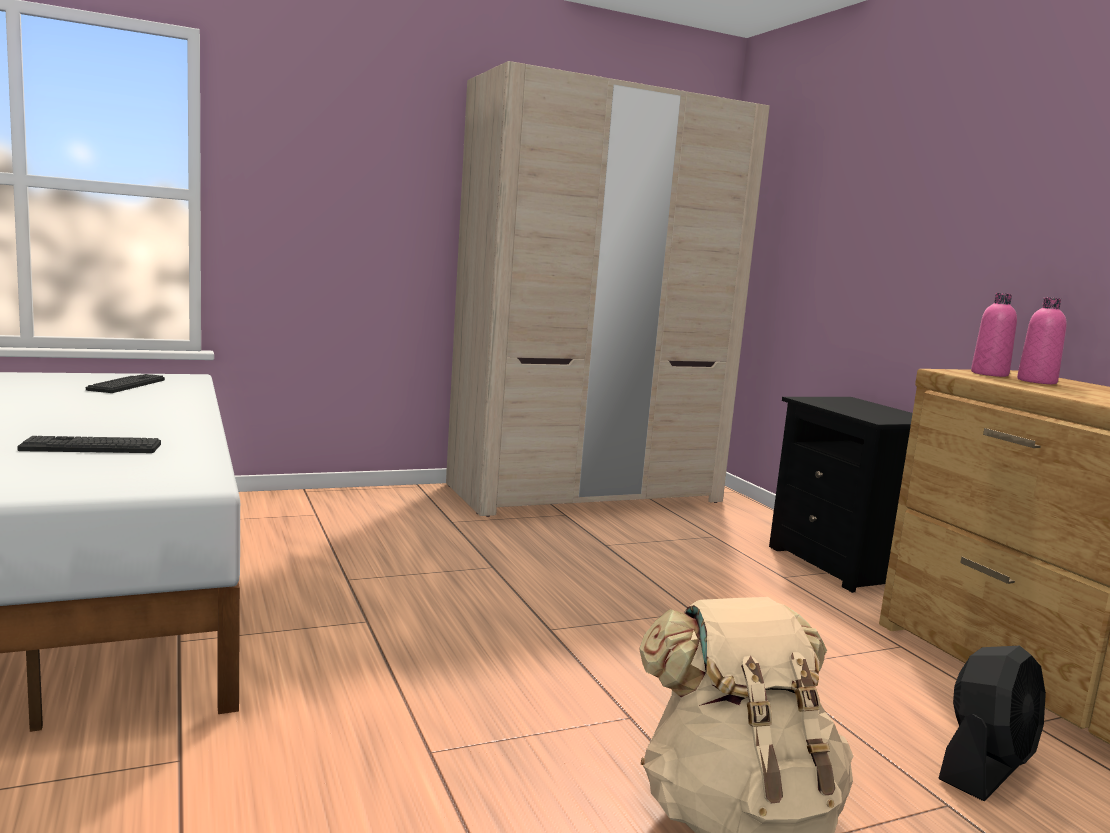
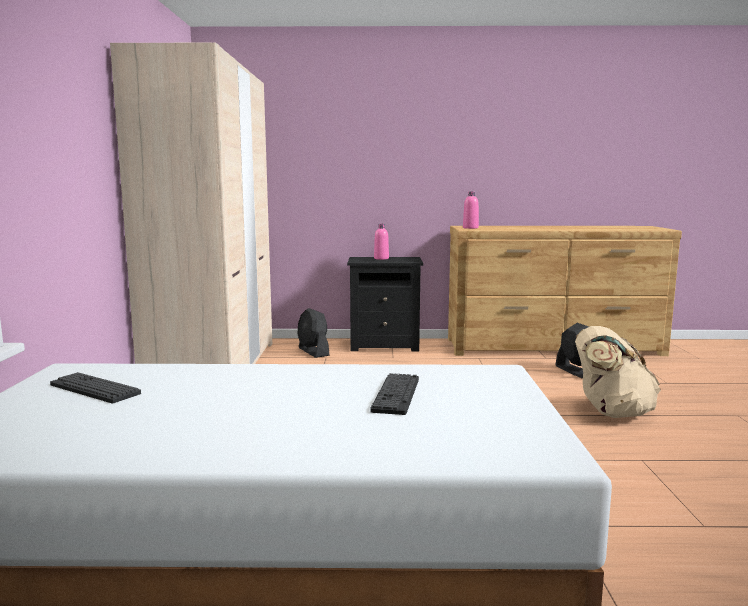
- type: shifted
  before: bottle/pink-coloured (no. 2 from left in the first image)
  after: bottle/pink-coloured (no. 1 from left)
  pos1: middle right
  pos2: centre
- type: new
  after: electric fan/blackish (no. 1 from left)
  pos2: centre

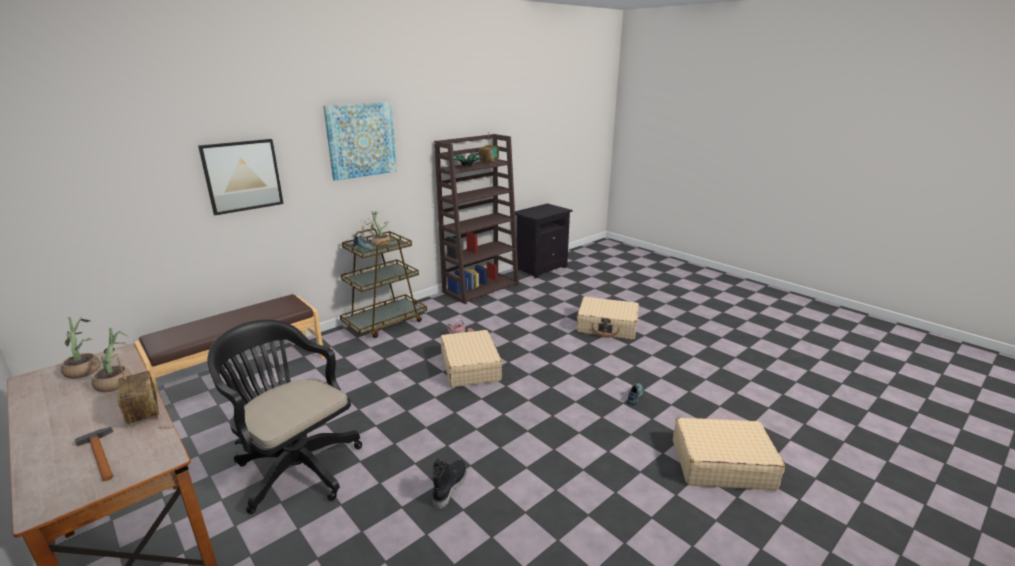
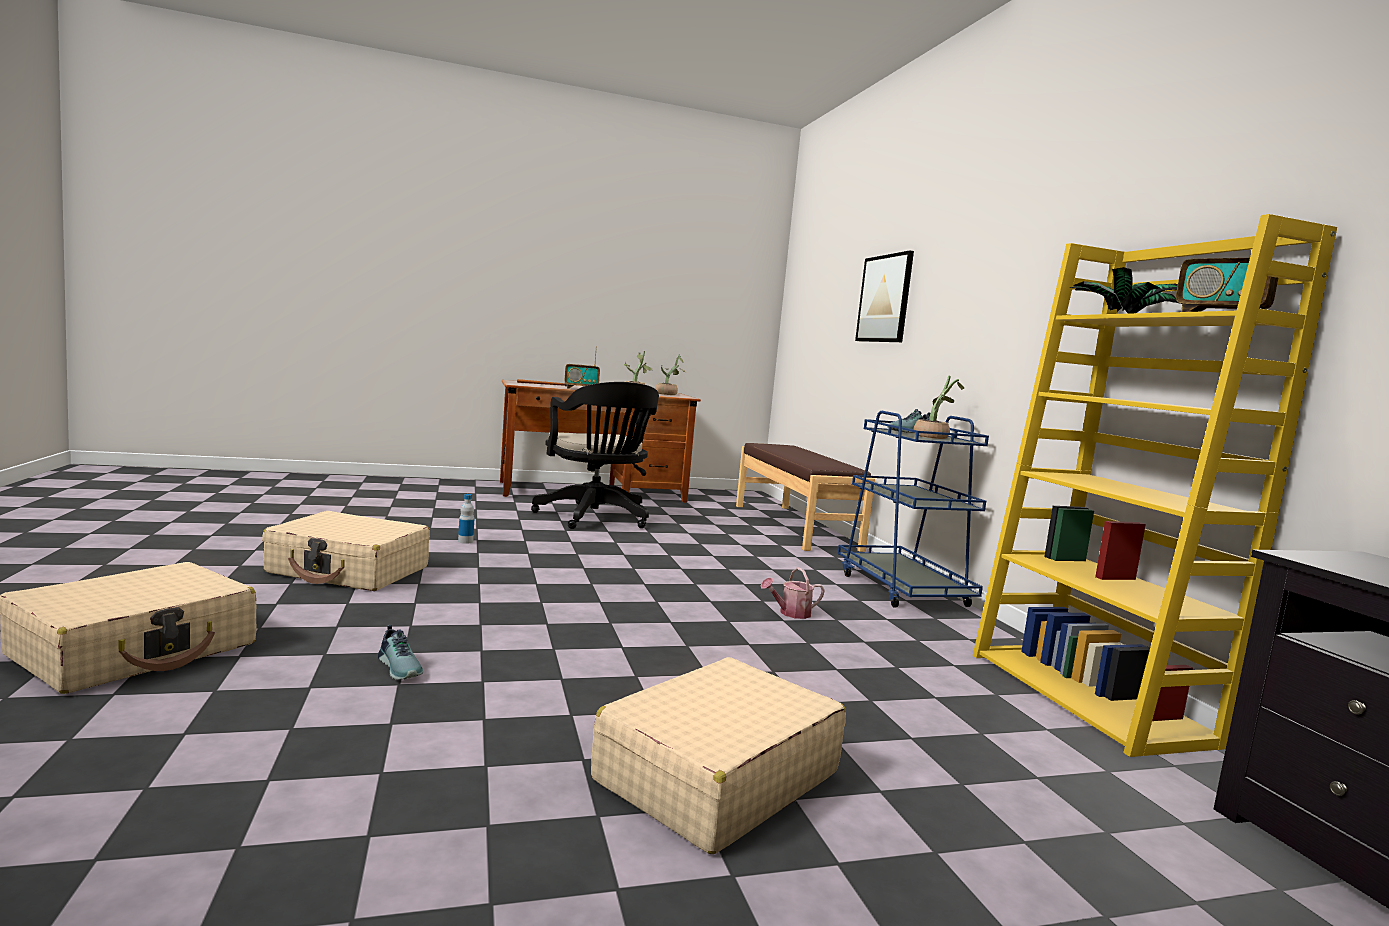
- type: gone
  before: wall picture (no. 2 from left)
  pos1: top centre
- type: repainted
  before: bookshelf/brown
  after: bookshelf/yellow-coloured
  pos1: centre
  pos2: middle right
- type: repainted
  before: wheeled cart/brown
  after: wheeled cart/bluish
  pos1: centre
  pos2: centre
- type: rotated
  before: office chair/blackish
  pos1: bottom left
  pos2: centre
  turn: 90
- type: shifted
  before: suitcase/beige (no. 1 from left in the first image)
  after: suitcase/beige (no. 2 from left)
  pos1: centre
  pos2: middle left
- type: swapped
  before: boot/blackish
  after: bottle
  pos1: bottom centre
  pos2: centre

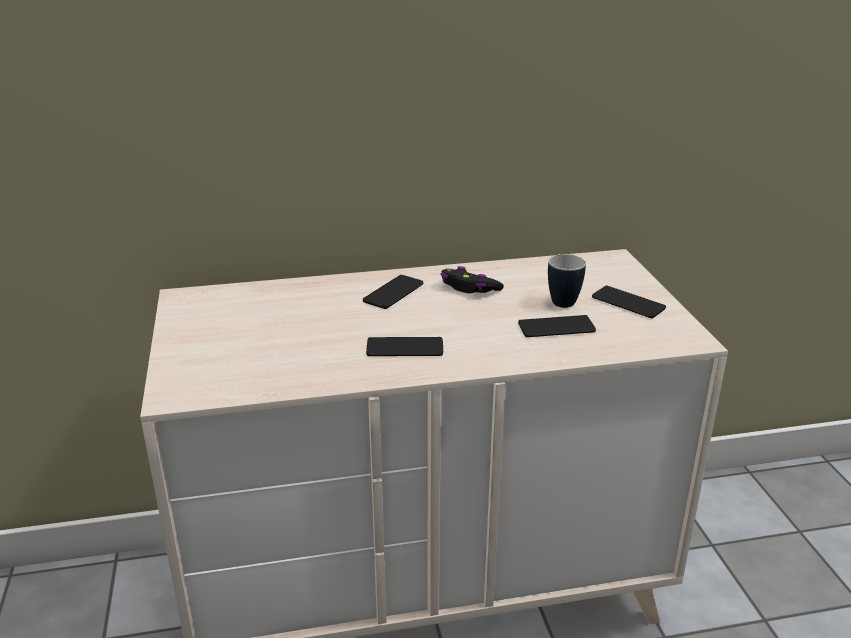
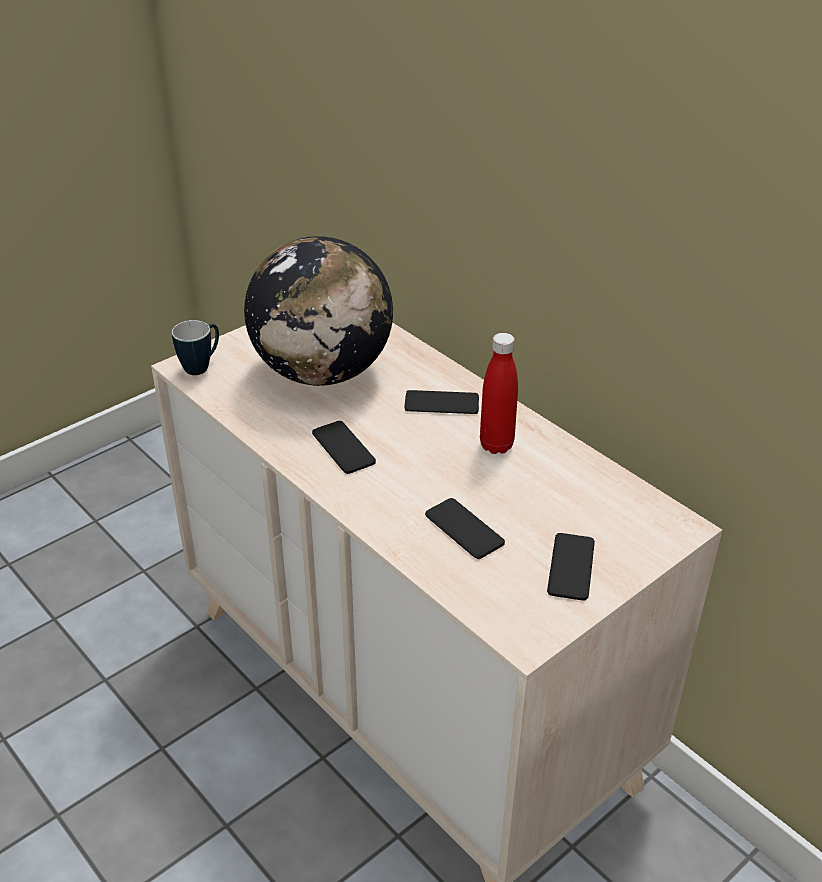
- type: shifted
  before: tea mug
  pos1: centre
  pos2: middle left
- type: swapped
  before: joypad/blackish
  after: bottle/reddish
  pos1: centre
  pos2: centre
- type: new
  after: globe
  pos2: centre

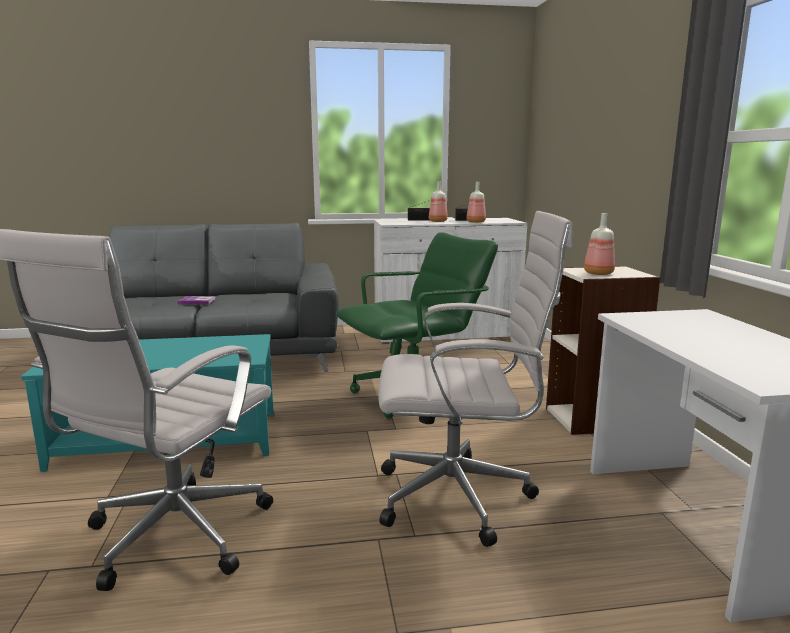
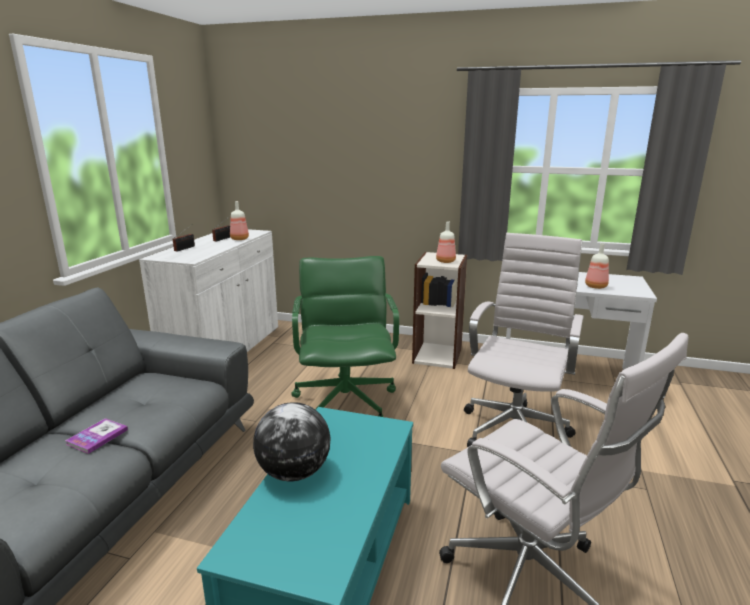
- type: shifted
  before: bottle (no. 1 from left in the first image)
  after: bottle (no. 3 from left)
  pos1: top centre
  pos2: middle right
- type: new
  after: globe
  pos2: bottom centre

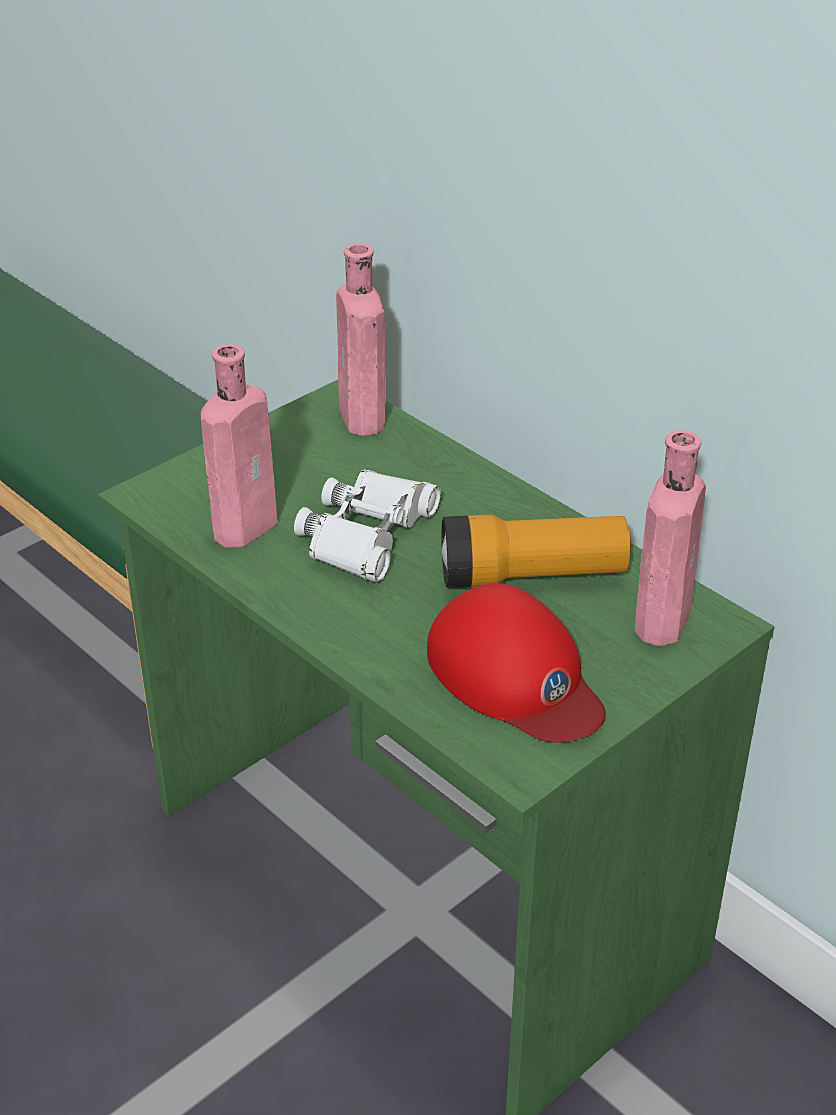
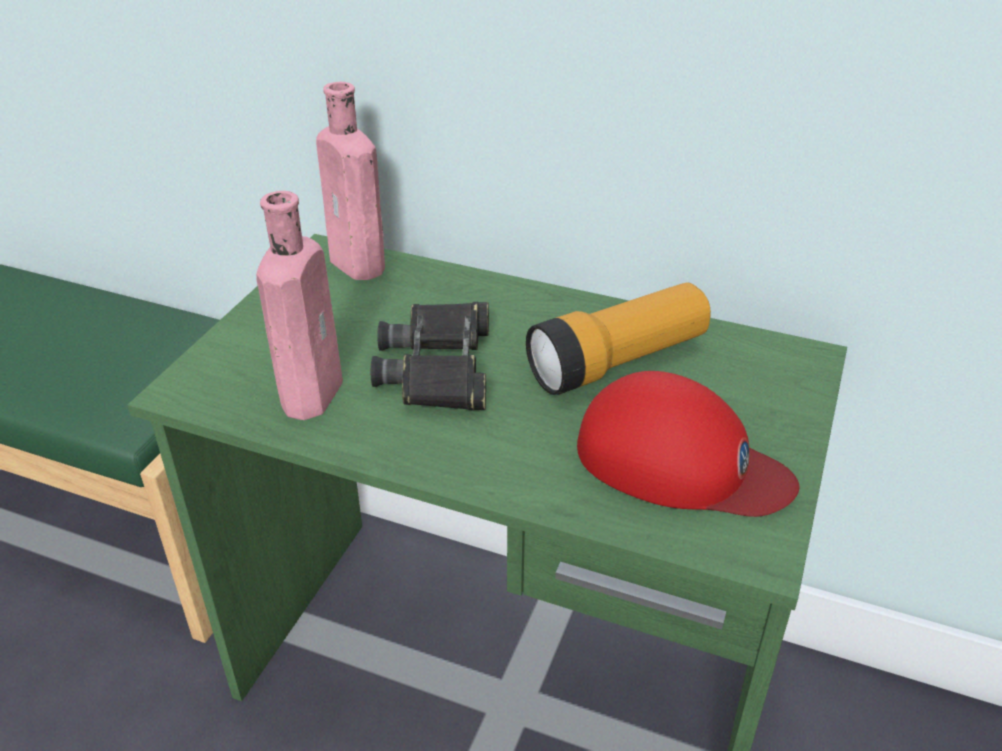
- type: gone
  before: bottle/pink-coloured (no. 3 from left)
  pos1: middle right
- type: repainted
  before: field glasses/whitish
  after: field glasses/blackish
  pos1: centre
  pos2: centre

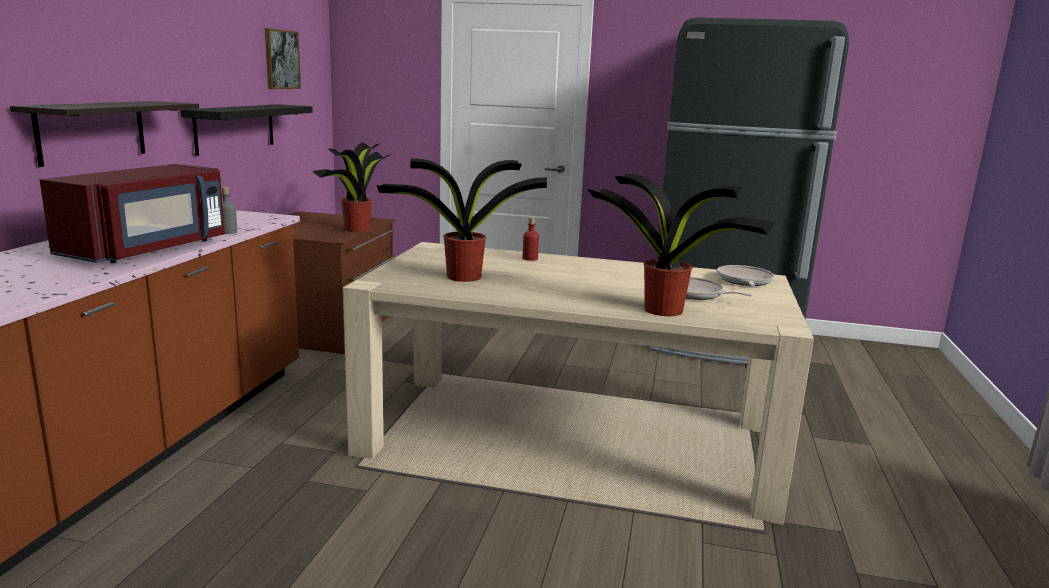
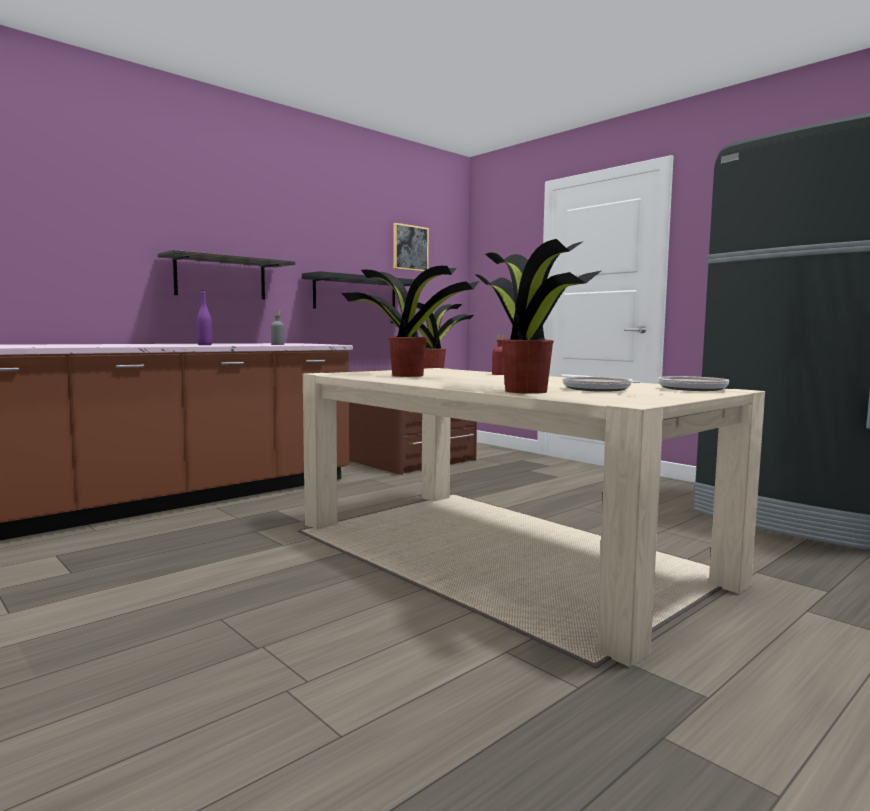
- type: swapped
  before: microwave/reddish
  after: bottle/purple
  pos1: middle left
  pos2: middle left

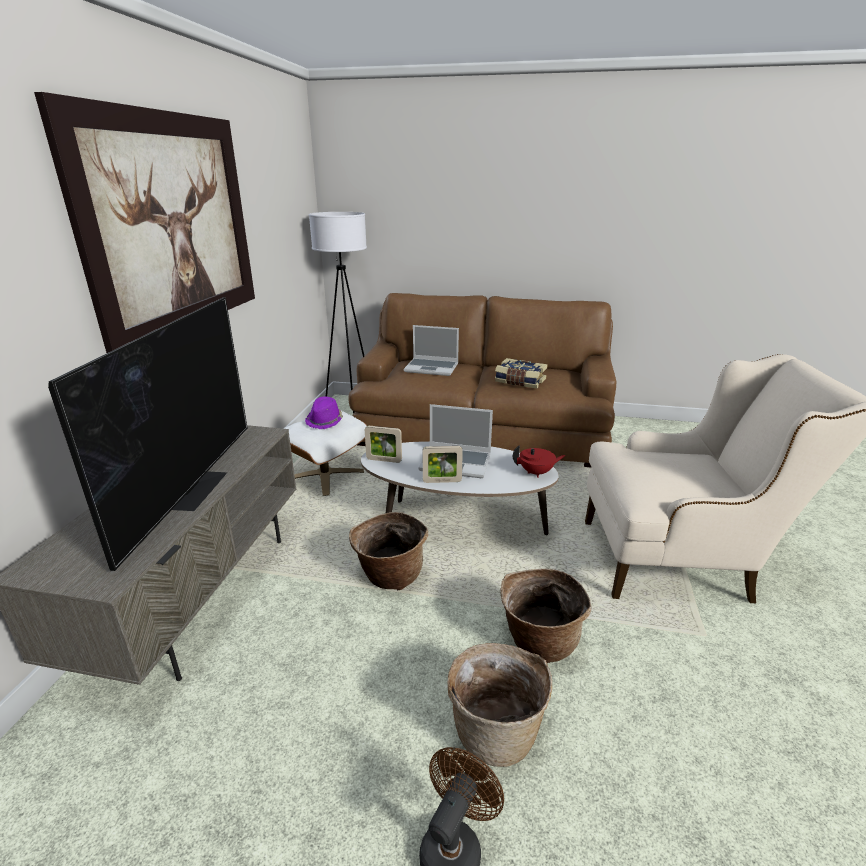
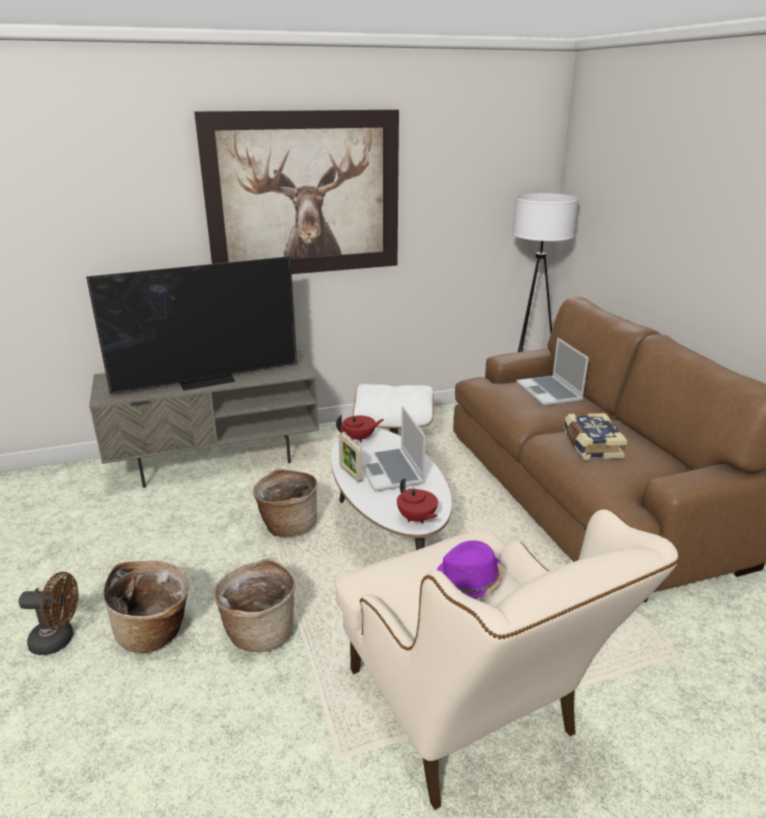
- type: shifted
  before: clothing hat/purple
  pos1: centre
  pos2: bottom centre
- type: swapped
  before: standing frame (no. 1 from left)
  after: teapot/reddish (no. 1 from left)
  pos1: centre
  pos2: centre

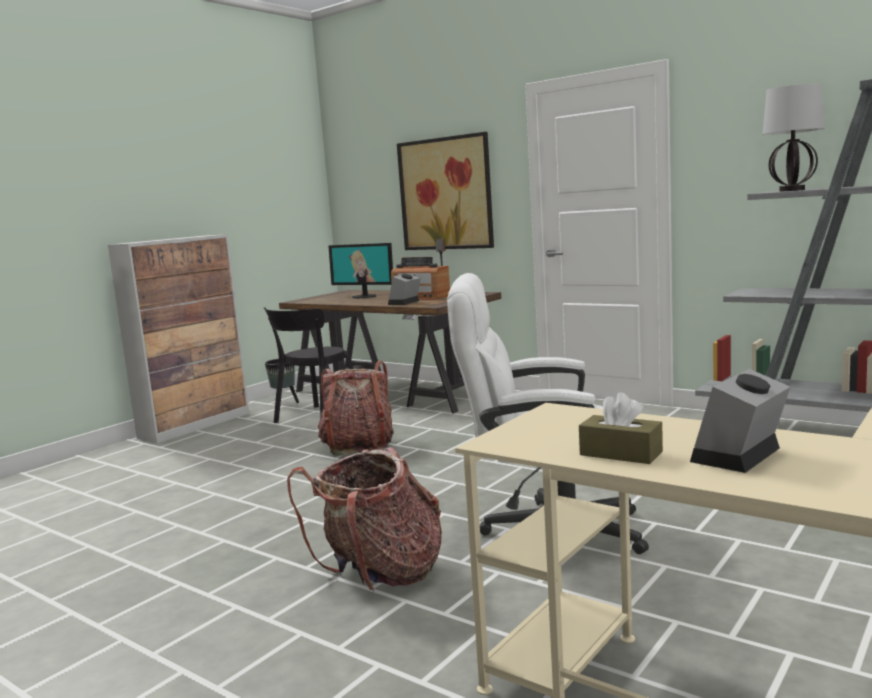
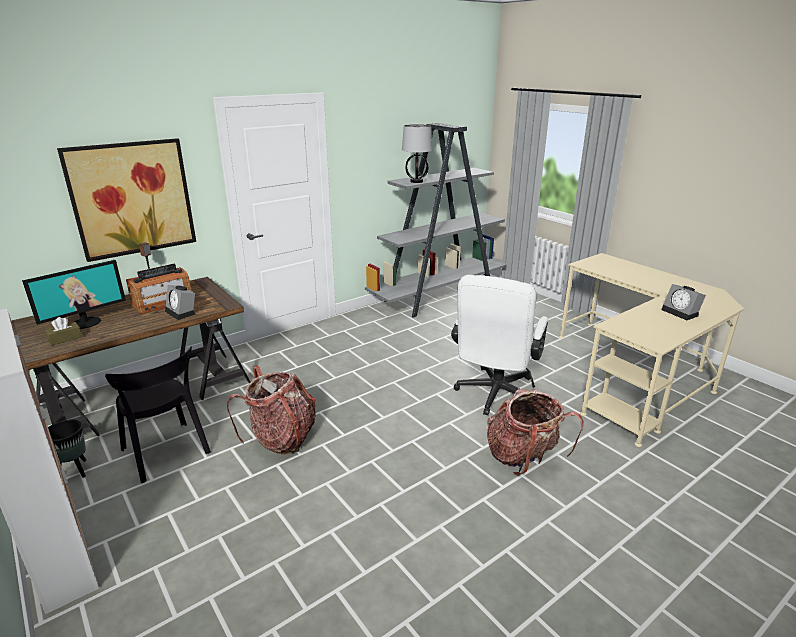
- type: shifted
  before: tissue box/brown
  pos1: middle right
  pos2: middle left

